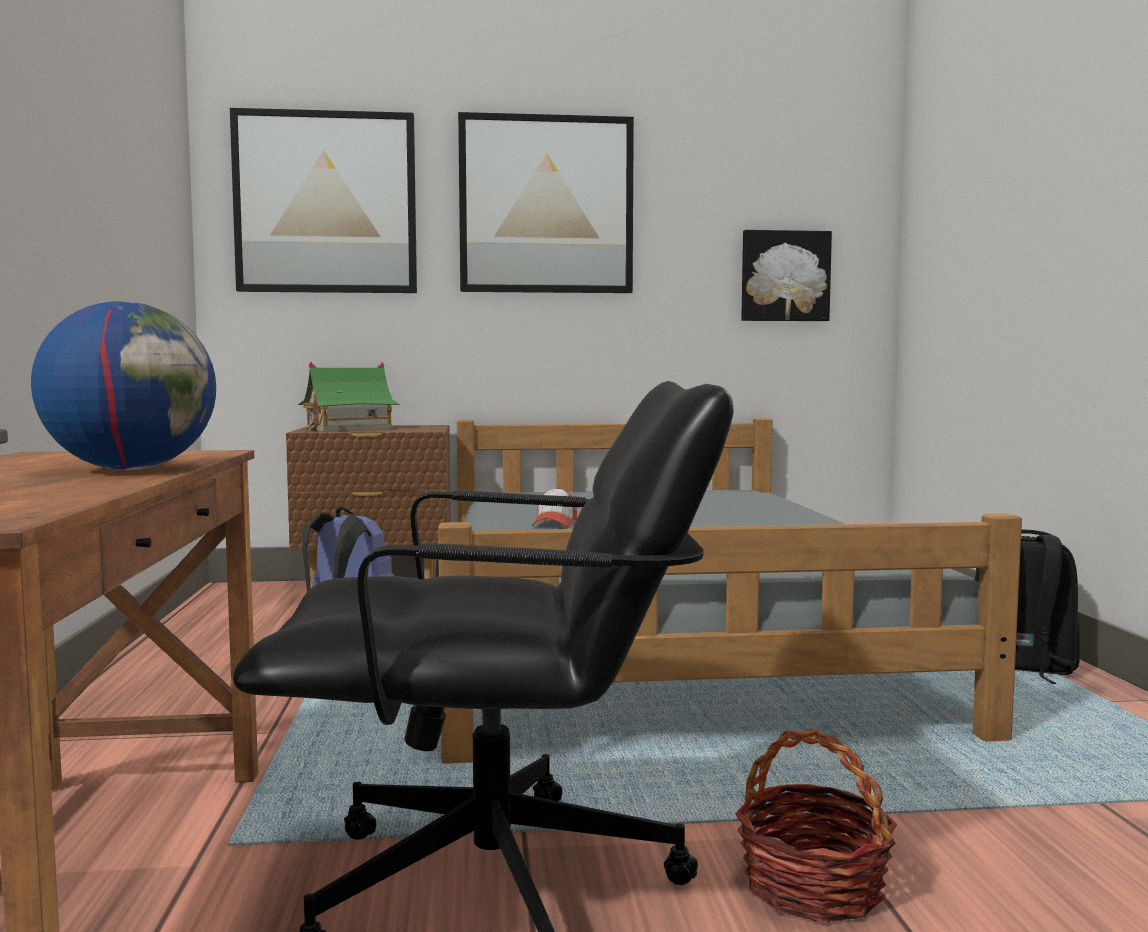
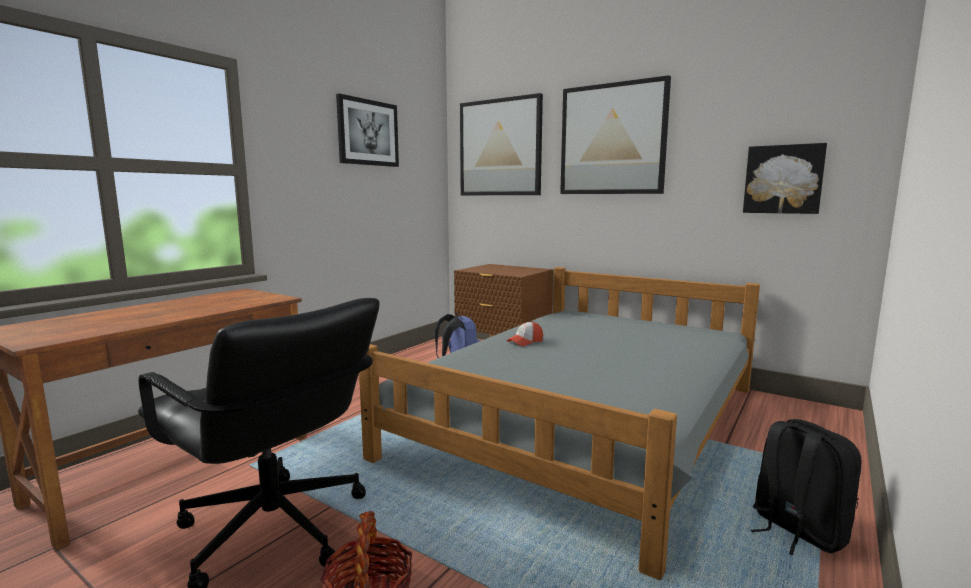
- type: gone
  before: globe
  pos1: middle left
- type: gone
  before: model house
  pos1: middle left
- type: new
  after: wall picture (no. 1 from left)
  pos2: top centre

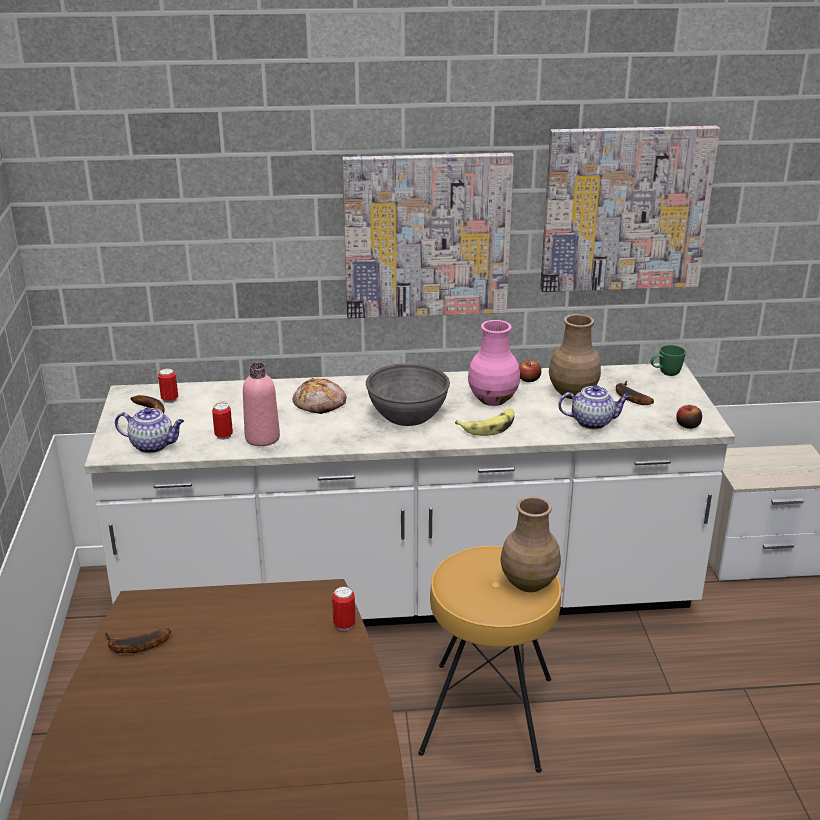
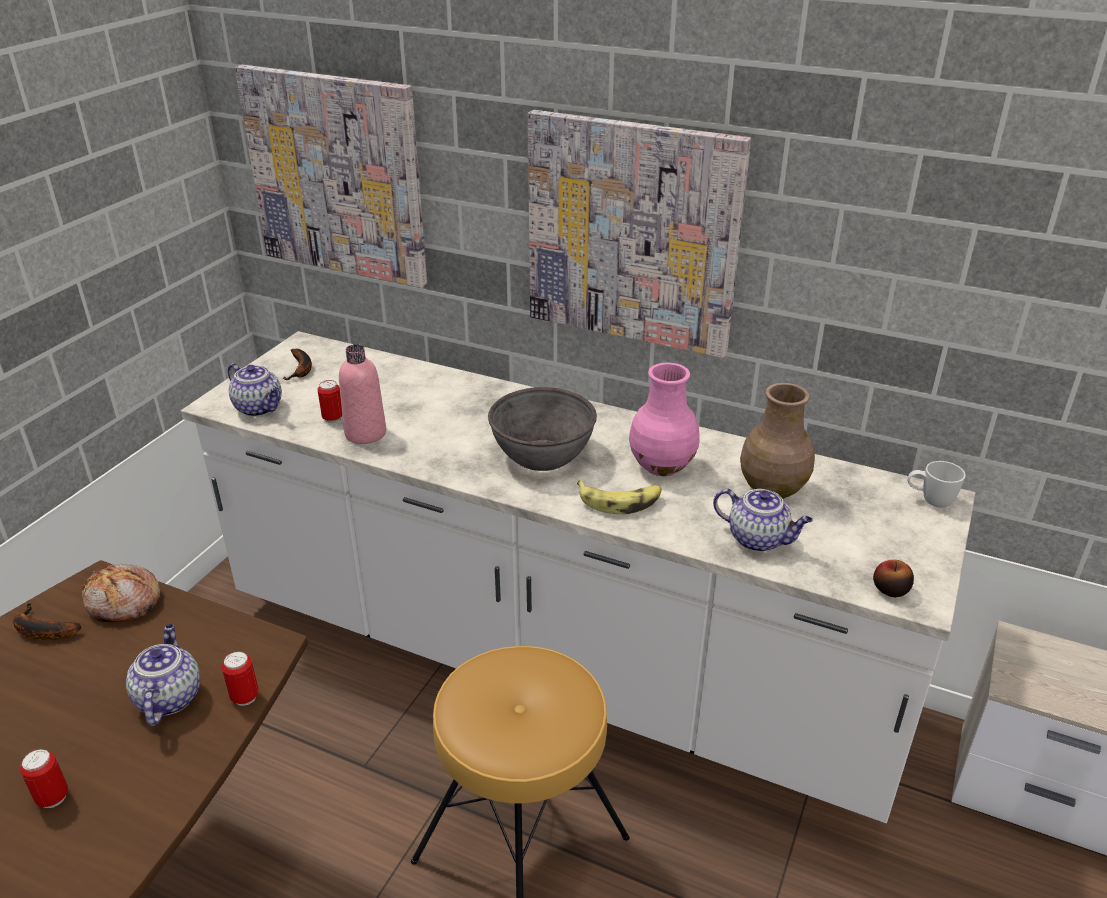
- type: shifted
  before: wall picture (no. 2 from left in the first image)
  after: wall picture (no. 1 from left)
  pos1: top right
  pos2: top left
- type: repainted
  before: tea mug/greenish
  after: tea mug/whitish
  pos1: middle right
  pos2: middle right
- type: gone
  before: whole apple (no. 1 from left)
  pos1: centre
- type: shifted
  before: metal can (no. 1 from left)
  pos1: middle left
  pos2: bottom left
- type: shifted
  before: bread
  pos1: centre
  pos2: middle left
- type: gone
  before: banana fruit (no. 4 from left)
  pos1: middle right
- type: gone
  before: vase/brown (no. 1 from left)
  pos1: centre
- type: new
  after: teapot (no. 1 from left)
  pos2: bottom left

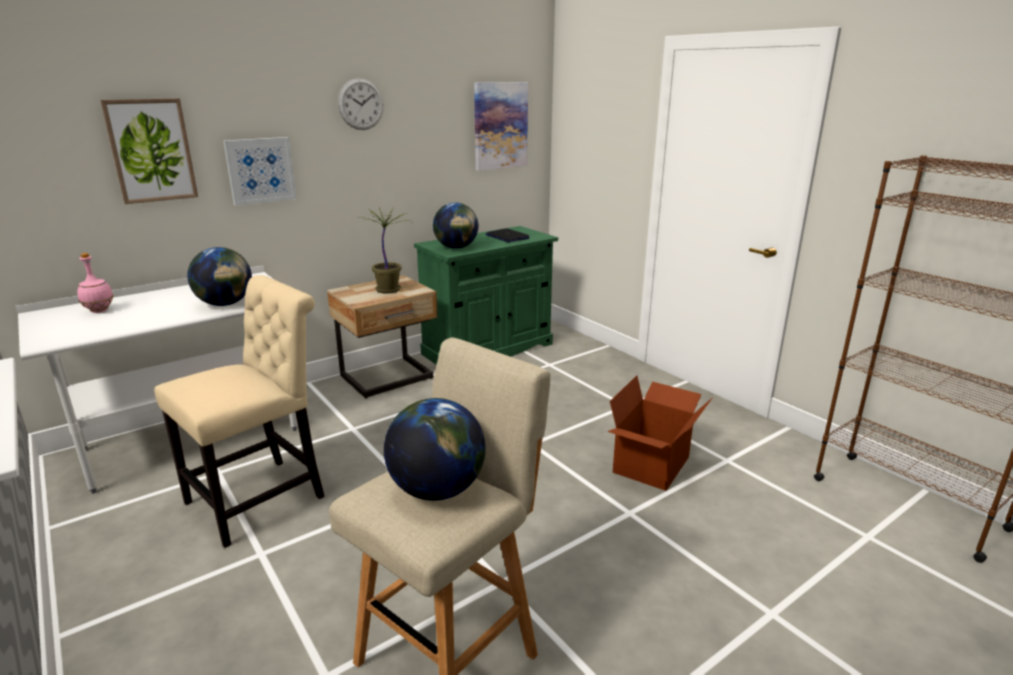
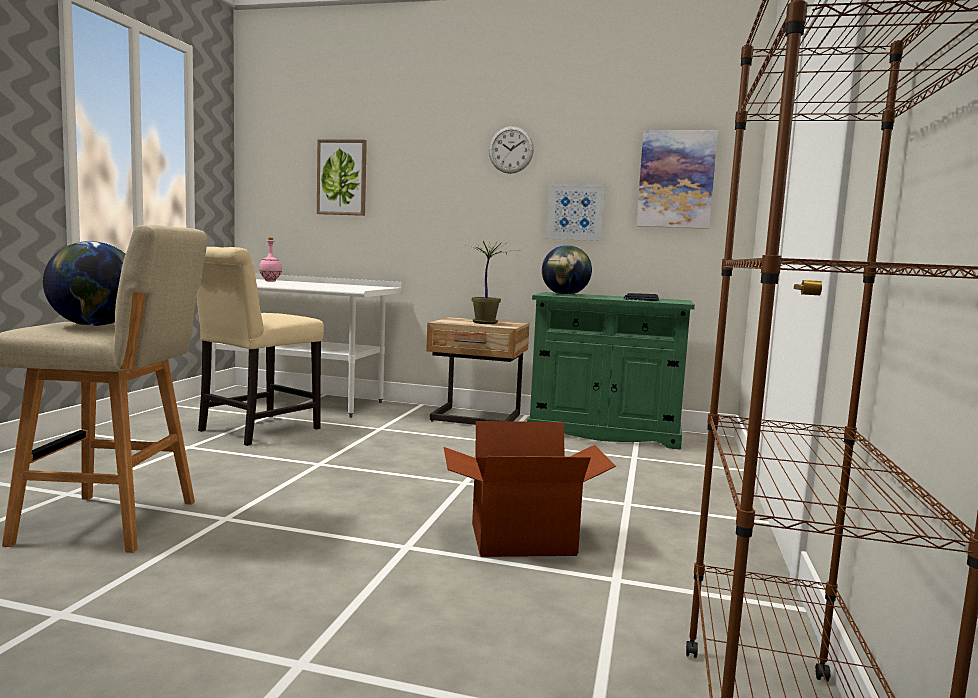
- type: shifted
  before: wall picture (no. 2 from left)
  pos1: top left
  pos2: top centre
- type: gone
  before: globe (no. 1 from left)
  pos1: middle left
- type: rotated
  before: chair/beige
  pos1: middle left
  pos2: middle left
  turn: 120

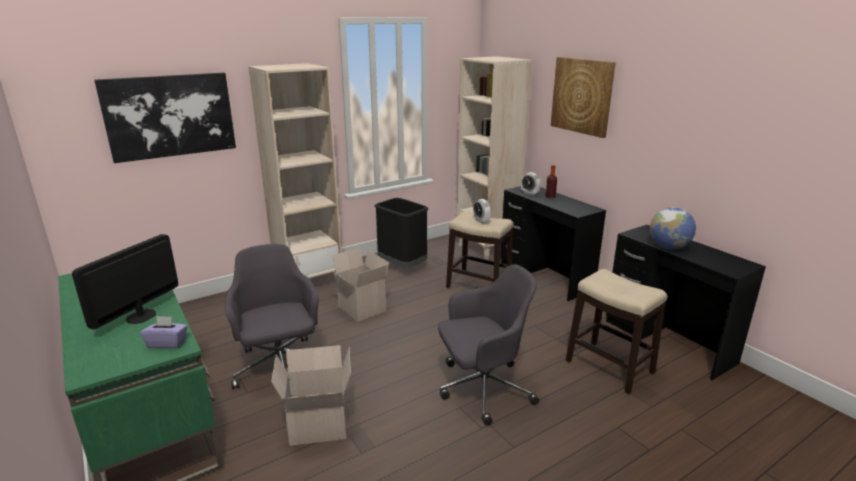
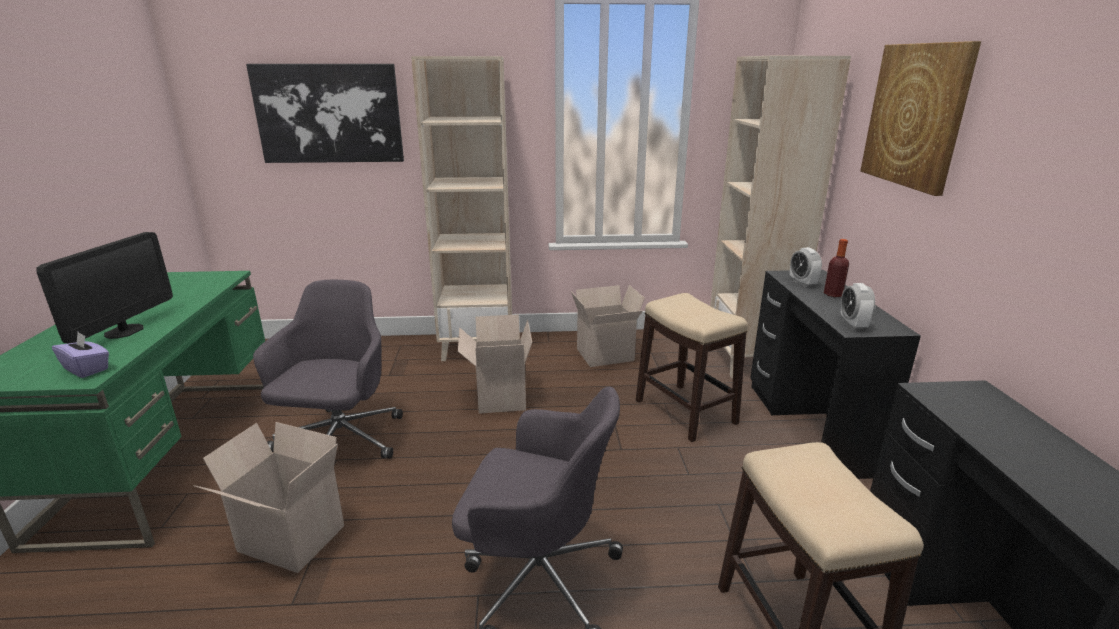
- type: swapped
  before: rubbish bin/blackish
  after: carton (no. 3 from left)
  pos1: centre
  pos2: centre
- type: shifted
  before: alarm clock (no. 1 from left in the first image)
  after: alarm clock (no. 2 from left)
  pos1: centre
  pos2: middle right
- type: gone
  before: globe
  pos1: middle right
- type: rotated
  before: monitor
  pos1: middle left
  pos2: middle left
  turn: 135

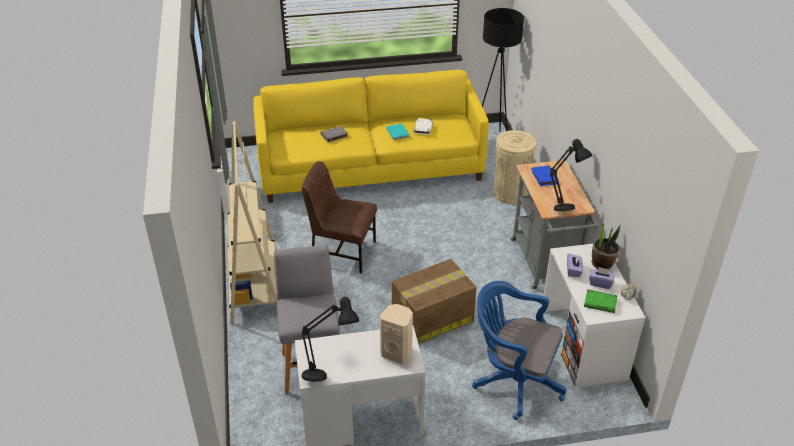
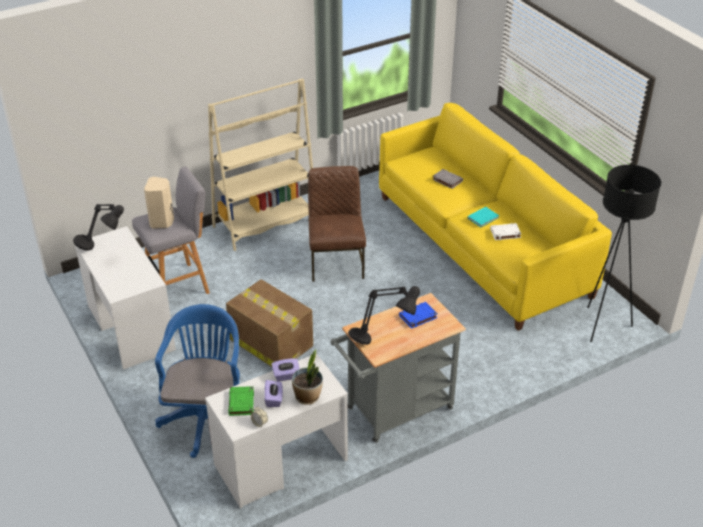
- type: gone
  before: rubbish bin/beige
  pos1: centre
- type: shifted
  before: audio speaker/beige
  pos1: bottom centre
  pos2: middle left

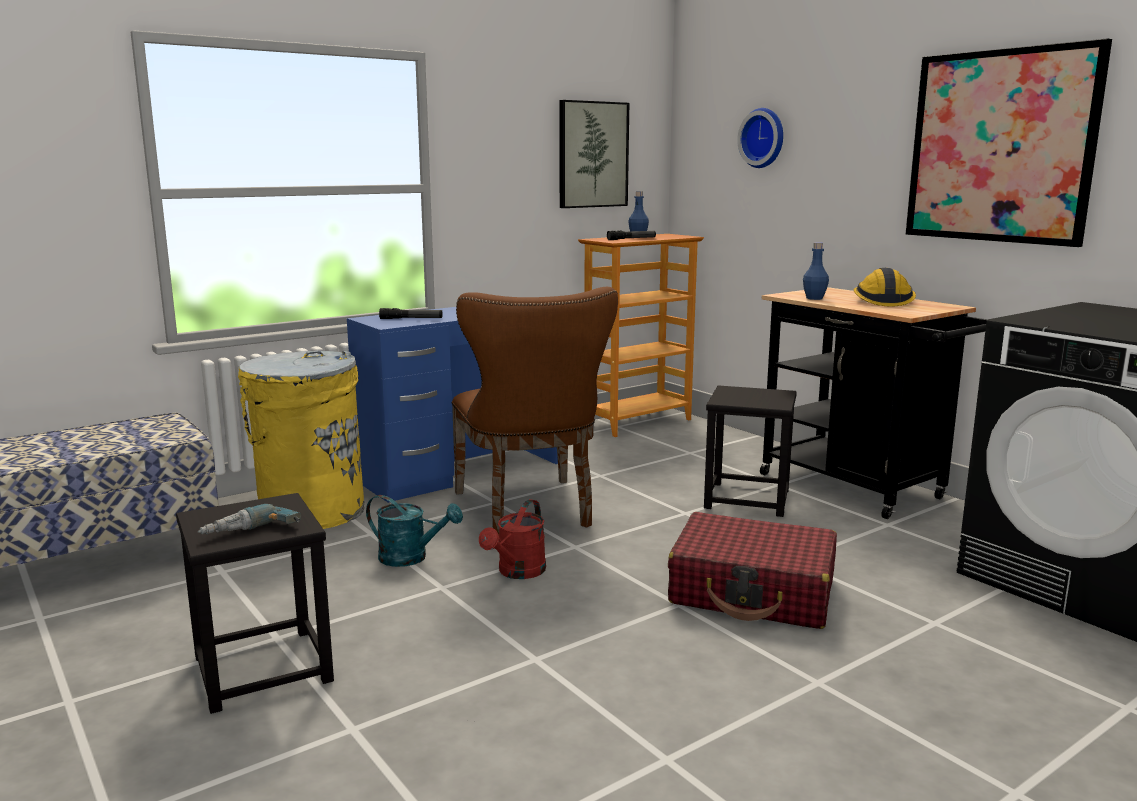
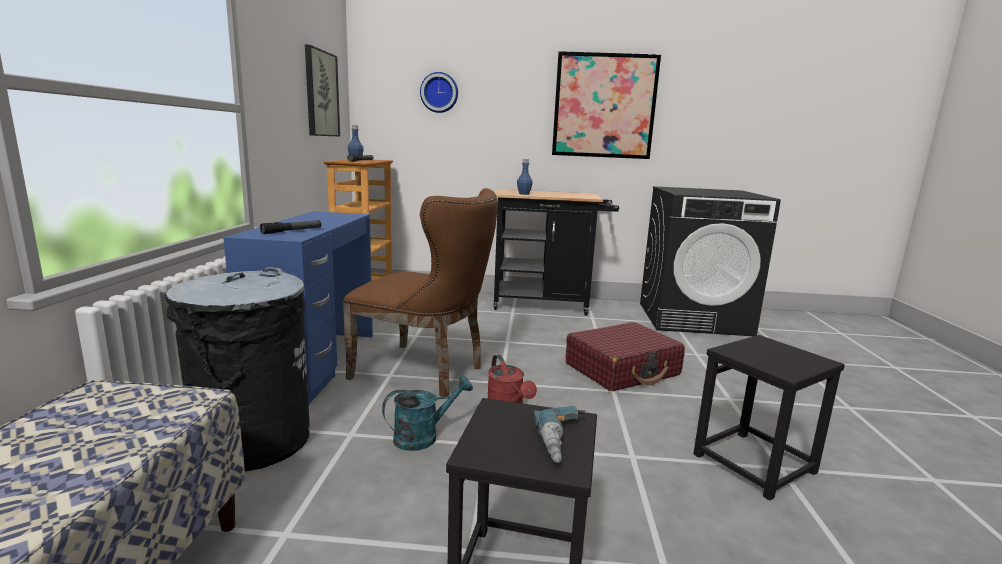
- type: gone
  before: safety helmet
  pos1: middle right
- type: repainted
  before: rubbish bin/yellow-coloured
  after: rubbish bin/blackish
  pos1: middle left
  pos2: middle left
- type: shifted
  before: sitting stool/blackish (no. 2 from left)
  pos1: centre
  pos2: bottom right

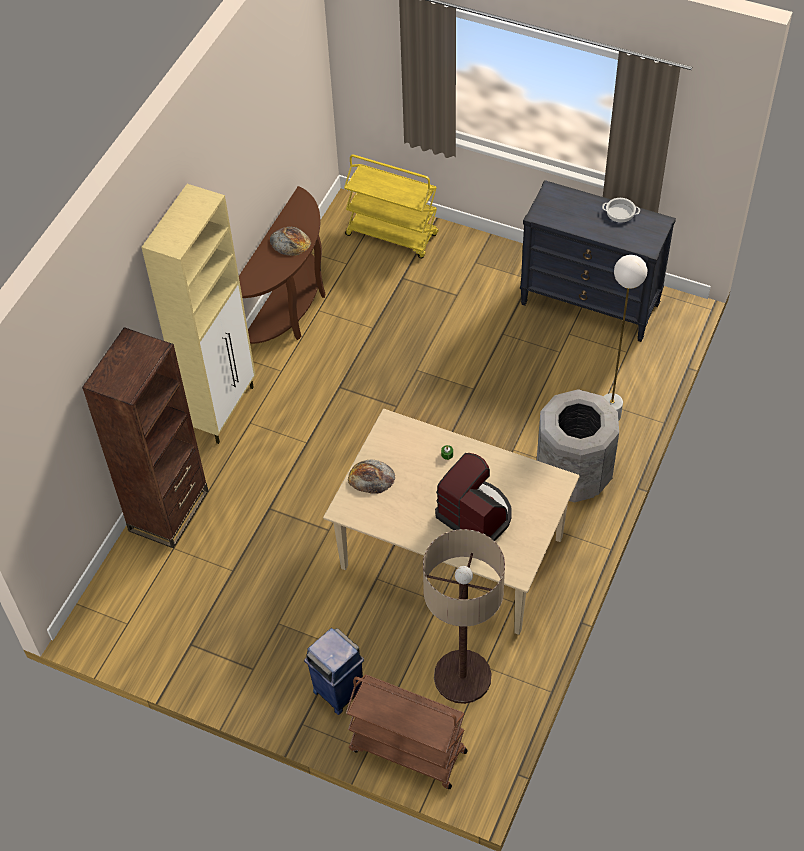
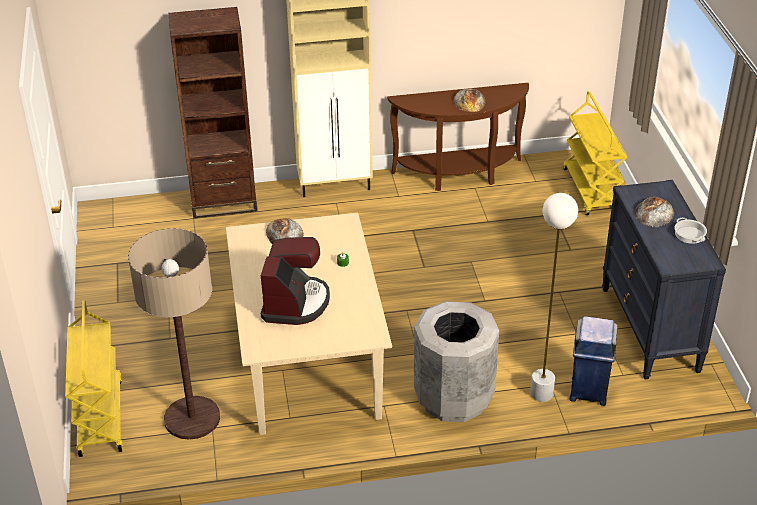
- type: shifted
  before: rubbish bin/bluish
  pos1: bottom centre
  pos2: bottom right
- type: repainted
  before: wheeled cart/brown
  after: wheeled cart/yellow-coloured (no. 1 from left)
  pos1: bottom centre
  pos2: bottom left
- type: new
  after: bread (no. 3 from left)
  pos2: middle right

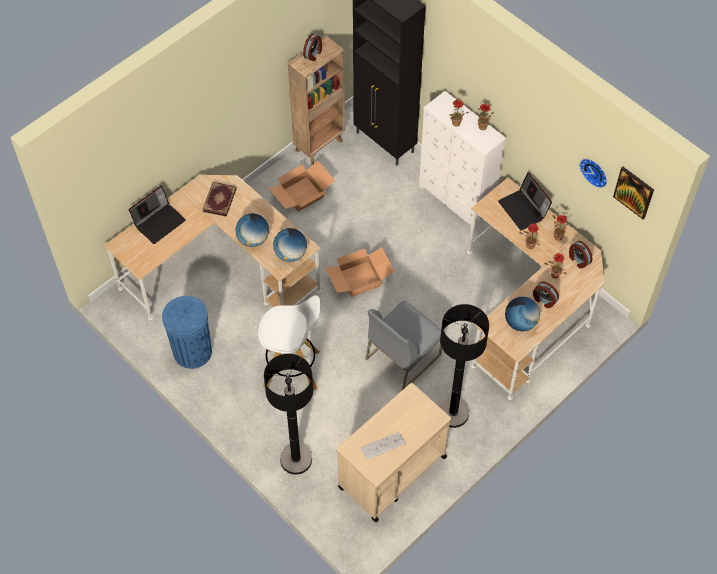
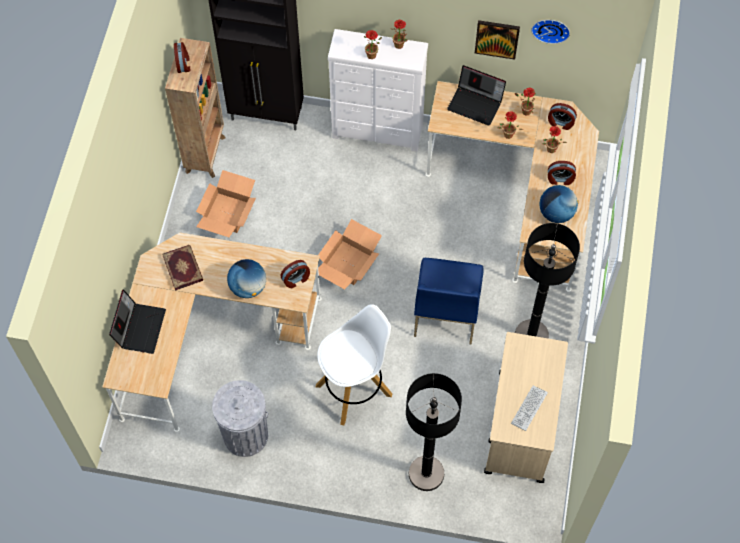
- type: shifted
  before: wall picture
  pos1: middle right
  pos2: top right
- type: swapped
  before: globe (no. 2 from left)
  after: alarm clock (no. 2 from left)
  pos1: centre
  pos2: centre
- type: repainted
  before: rubbish bin/bluish
  after: rubbish bin/greyish
  pos1: middle left
  pos2: bottom left
- type: repainted
  before: chair/greyish
  after: chair/bluish
  pos1: centre
  pos2: centre

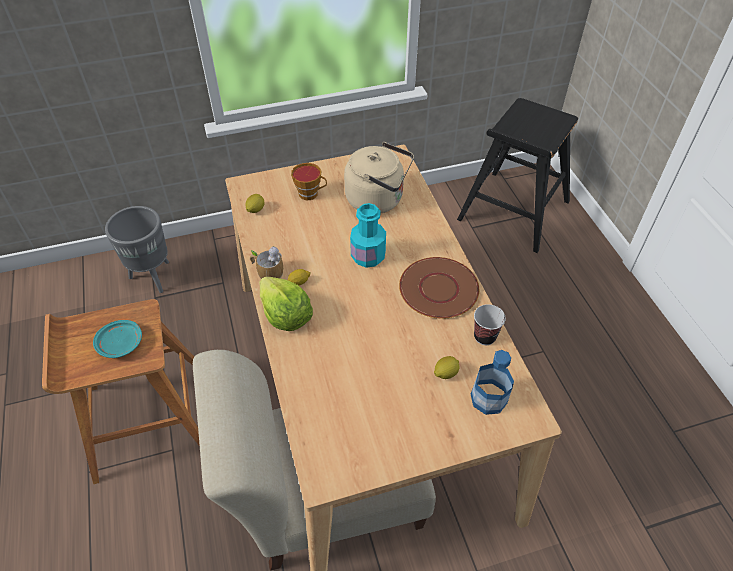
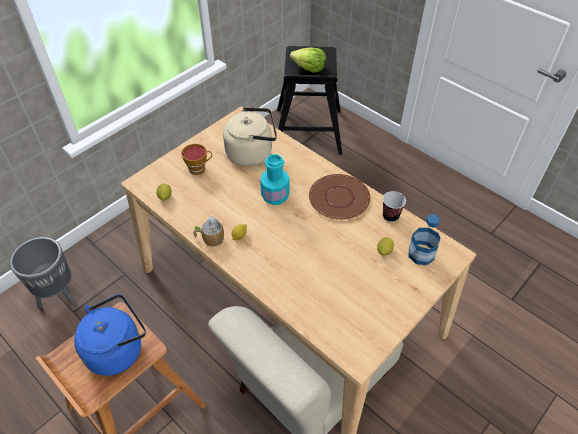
- type: shifted
  before: head of lettuce
  pos1: centre
  pos2: top centre
- type: swapped
  before: plate/blue-green
  after: kettle/bluish
  pos1: middle left
  pos2: bottom left

